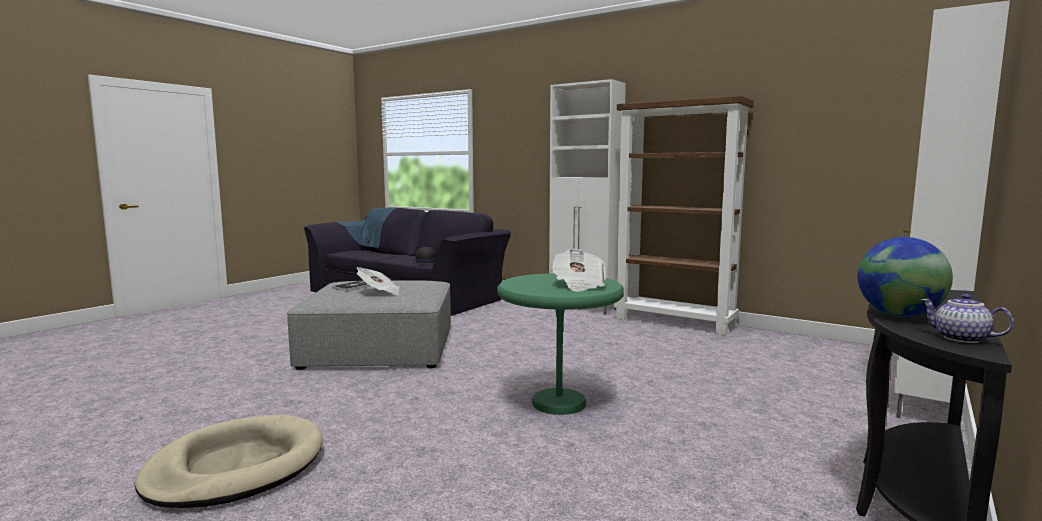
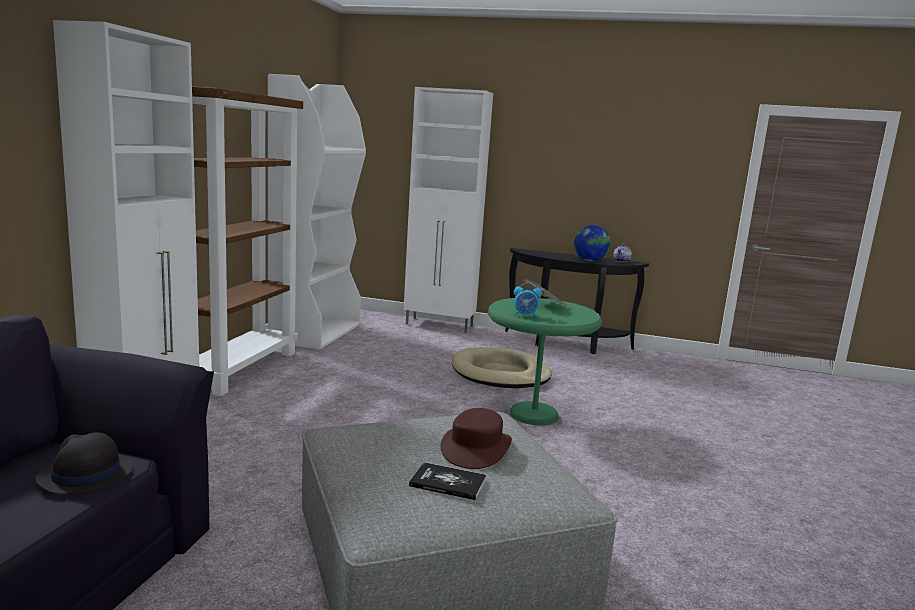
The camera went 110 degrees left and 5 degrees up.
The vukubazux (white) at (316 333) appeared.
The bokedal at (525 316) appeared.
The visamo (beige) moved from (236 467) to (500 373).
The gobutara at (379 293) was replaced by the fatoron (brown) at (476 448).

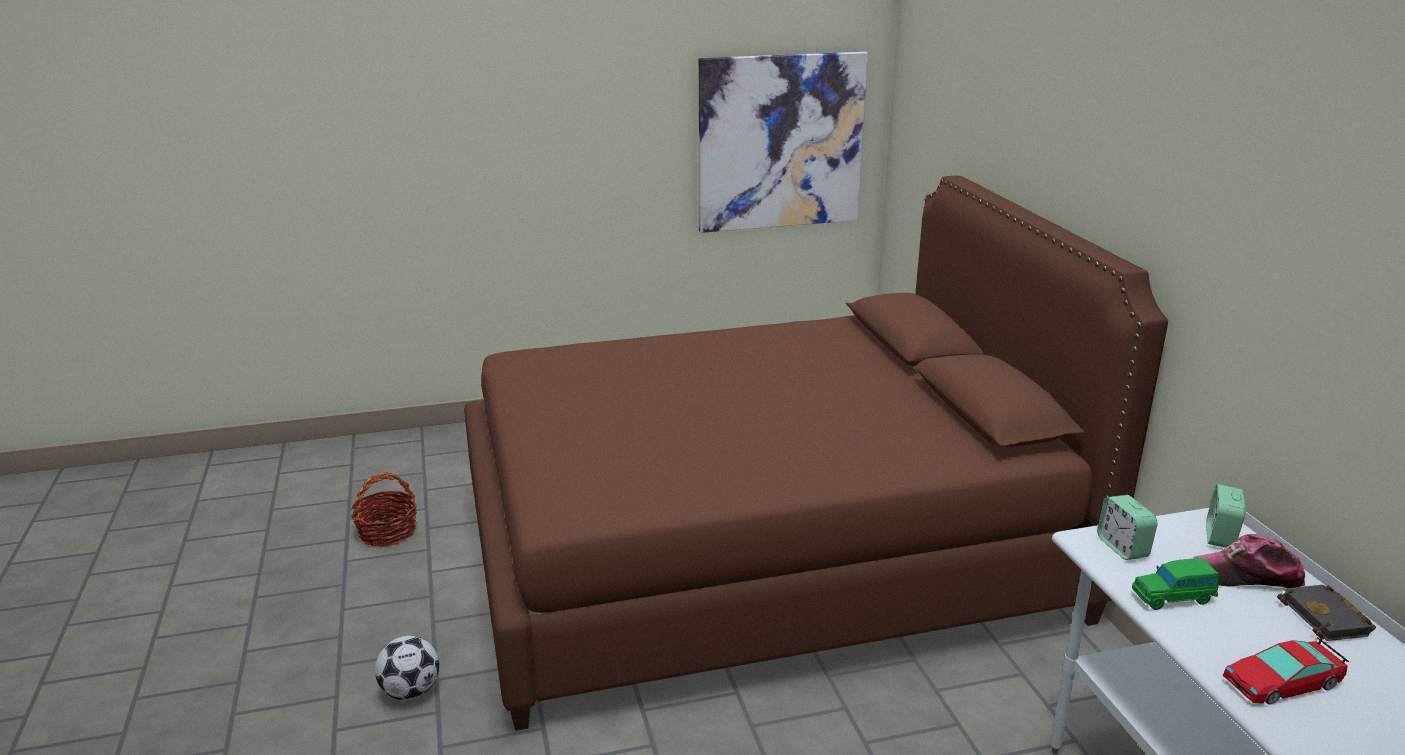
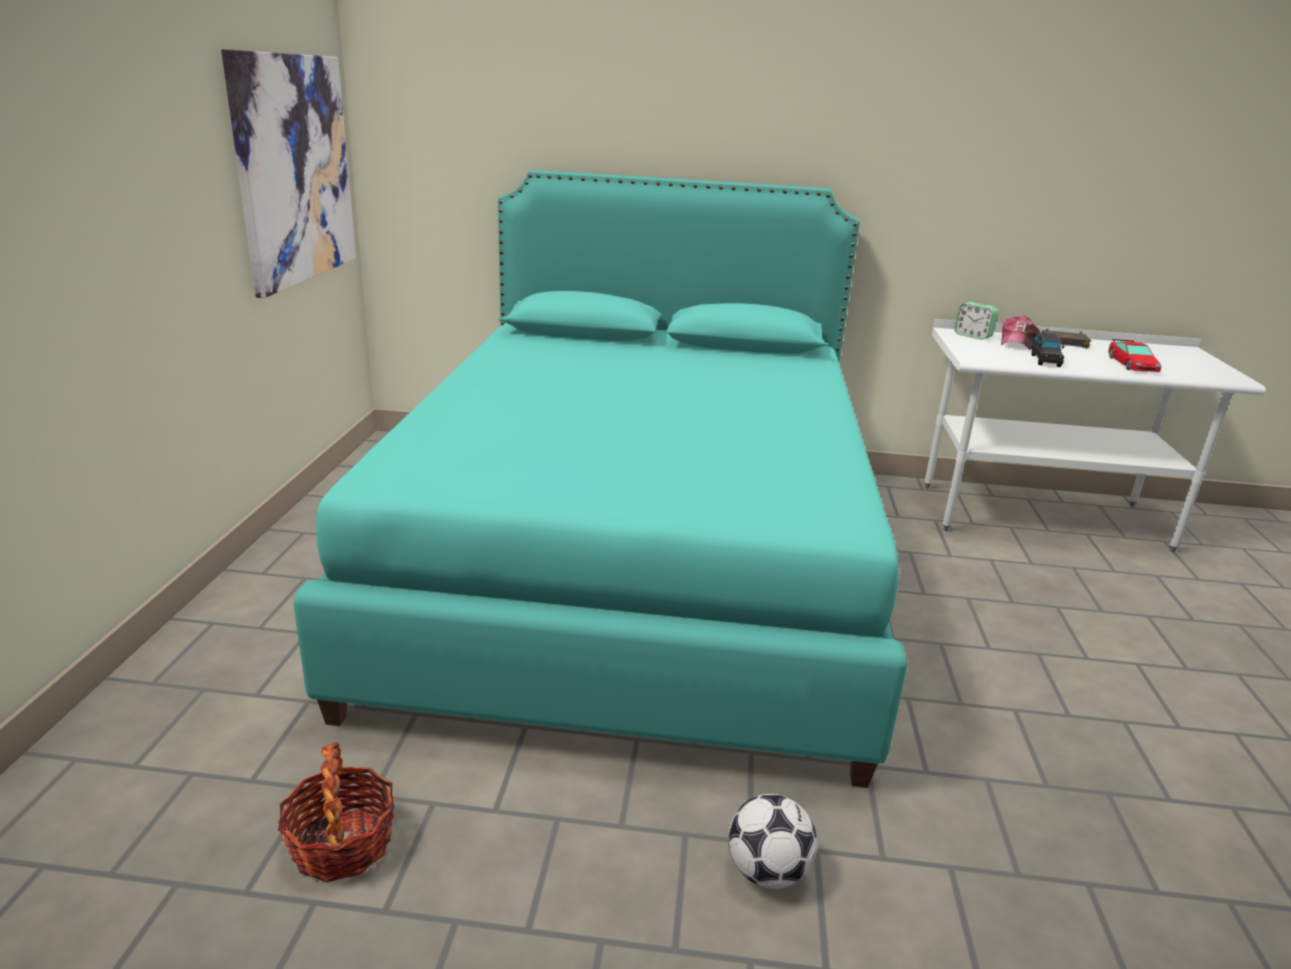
The camera went 70 degrees left and 0 degrees up.
The bokedal at (1122 547) disappeared.
The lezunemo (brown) at (759 551) became the lezunemo (turquoise) at (635 565).
The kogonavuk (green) at (1174 597) became the kogonavuk (black) at (1045 360).

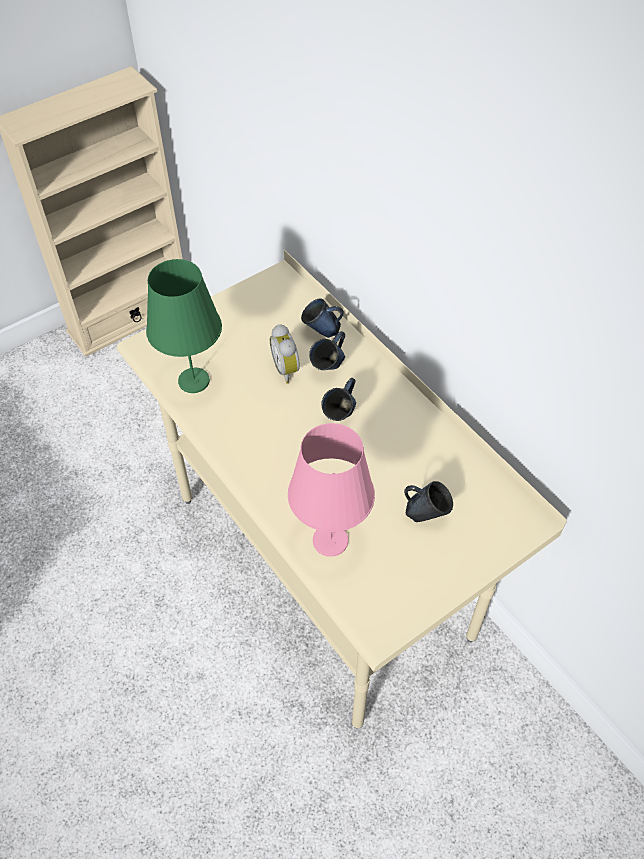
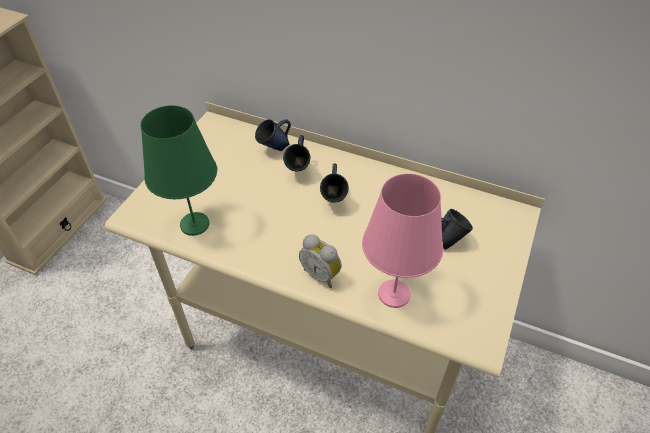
The camera went 30 degrees left and 5 degrees down.
The bokedal moved from (287 369) to (321 274).

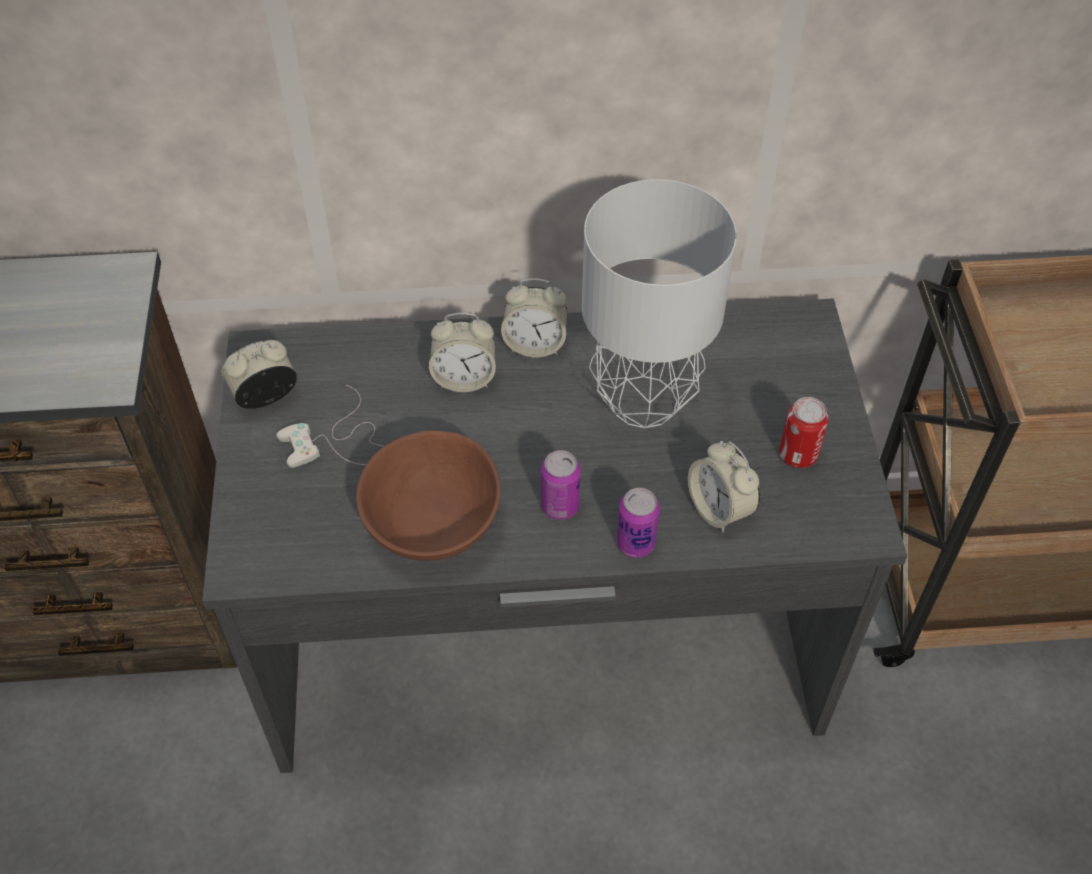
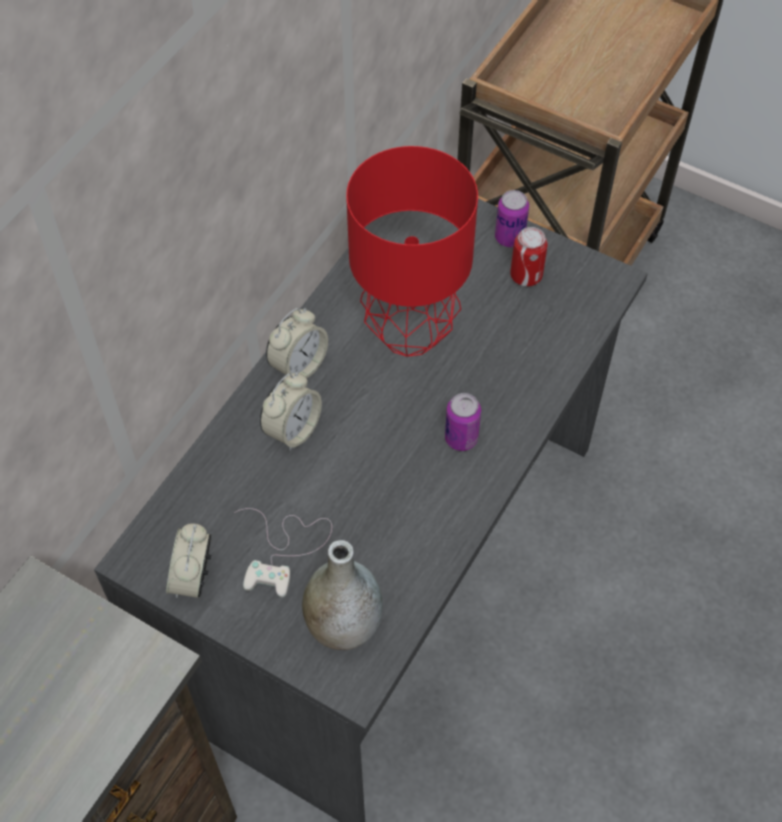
The camera went 55 degrees left and 5 degrees up.
The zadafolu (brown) at (431 520) disappeared.
The bokedal at (719 509) disappeared.
The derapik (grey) at (344 625) appeared.
The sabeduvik moved from (635 543) to (509 238).
The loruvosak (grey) at (645 403) became the loruvosak (red) at (412 332).

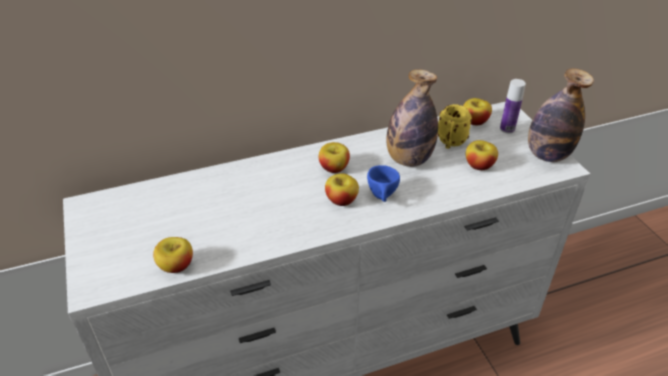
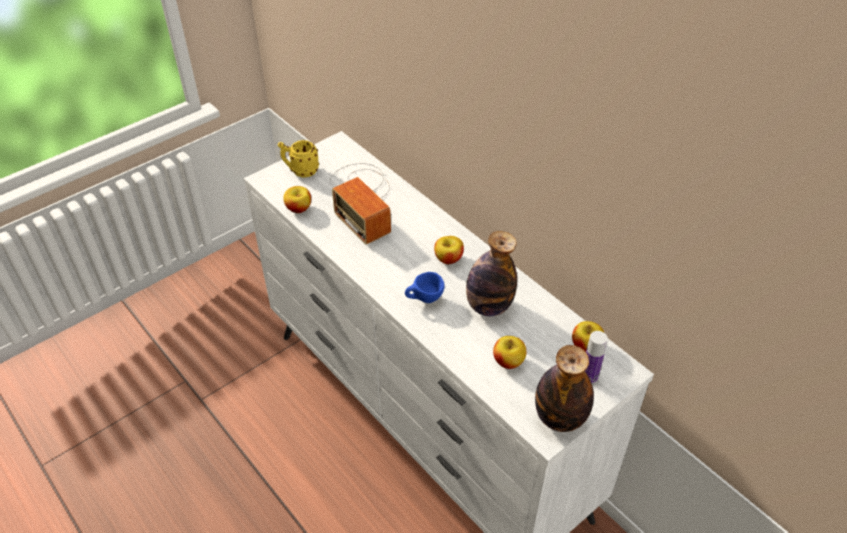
The camera went 70 degrees right and 5 degrees up.
The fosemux at (341 200) disappeared.
The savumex at (363 199) appeared.
The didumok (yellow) moved from (450 143) to (300 171).

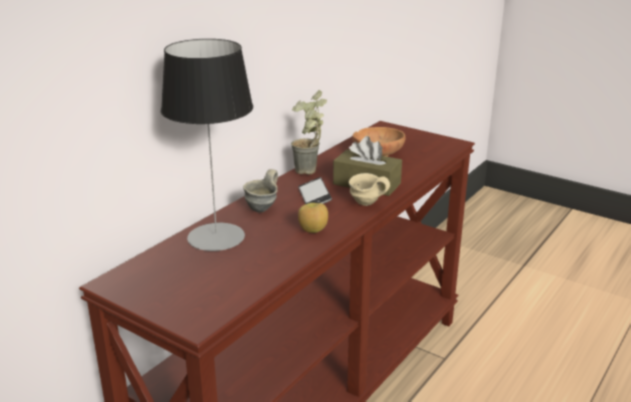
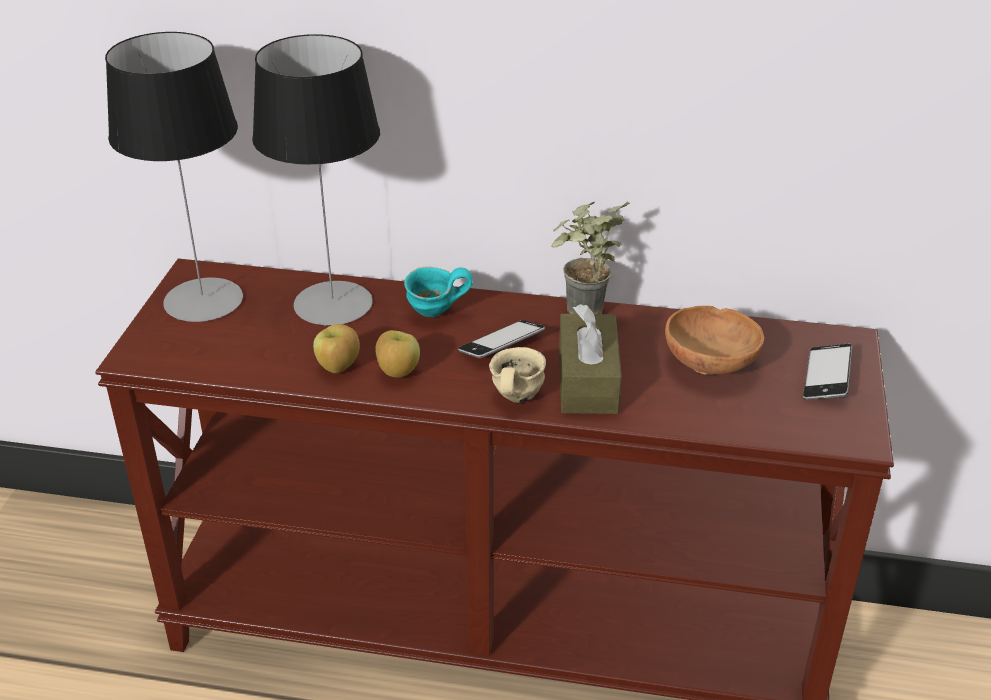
The camera went 65 degrees right and 10 degrees up.
The loruvosak at (203 300) appeared.
The fosemux at (338 367) appeared.
The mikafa at (826 378) appeared.
The didumok (grey) at (264 208) became the didumok (turquoise) at (436 314).

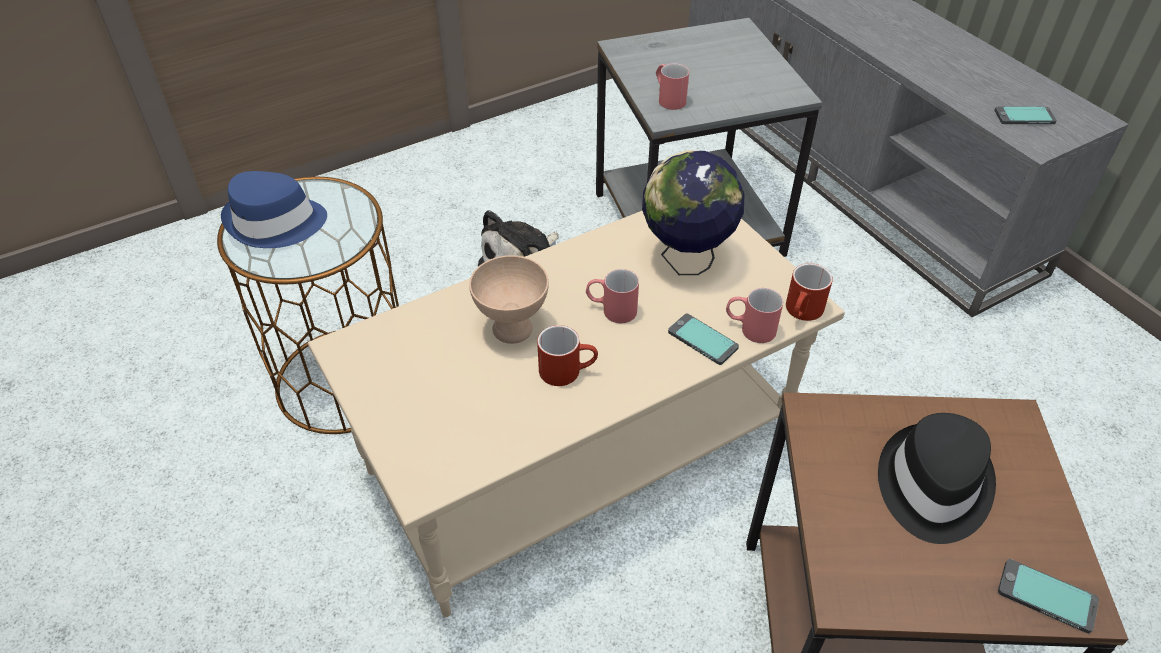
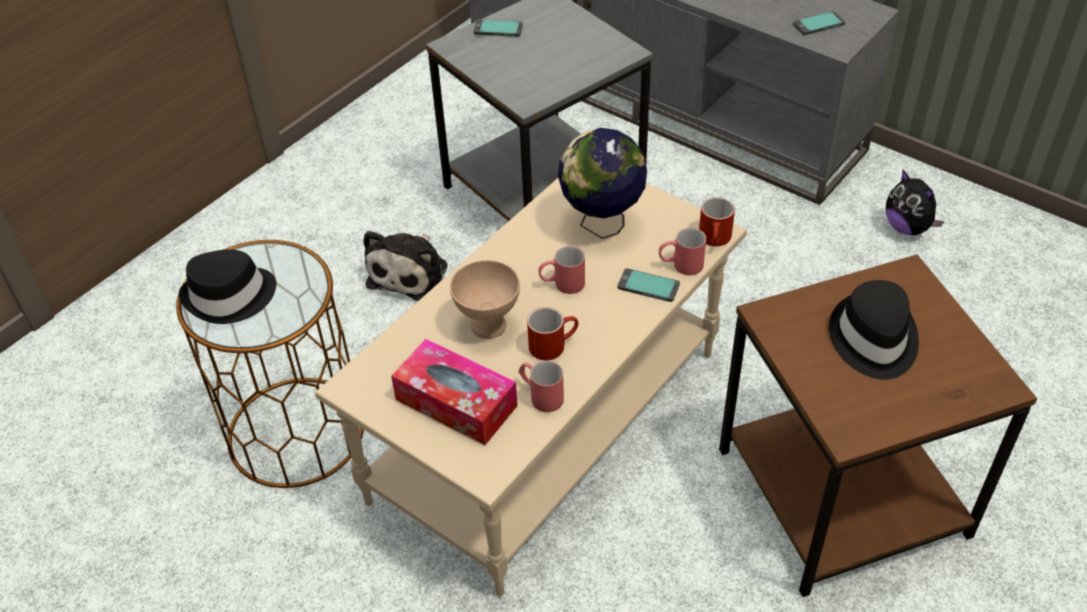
The camera went 20 degrees left and 0 degrees up.
The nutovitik at (456 402) appeared.
The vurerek at (907 227) appeared.
The didumok (red) moved from (668 98) to (540 395).
The mikafa moved from (1046 597) to (498 29).
The fatoron (blue) at (275 223) became the fatoron (black) at (230 297).

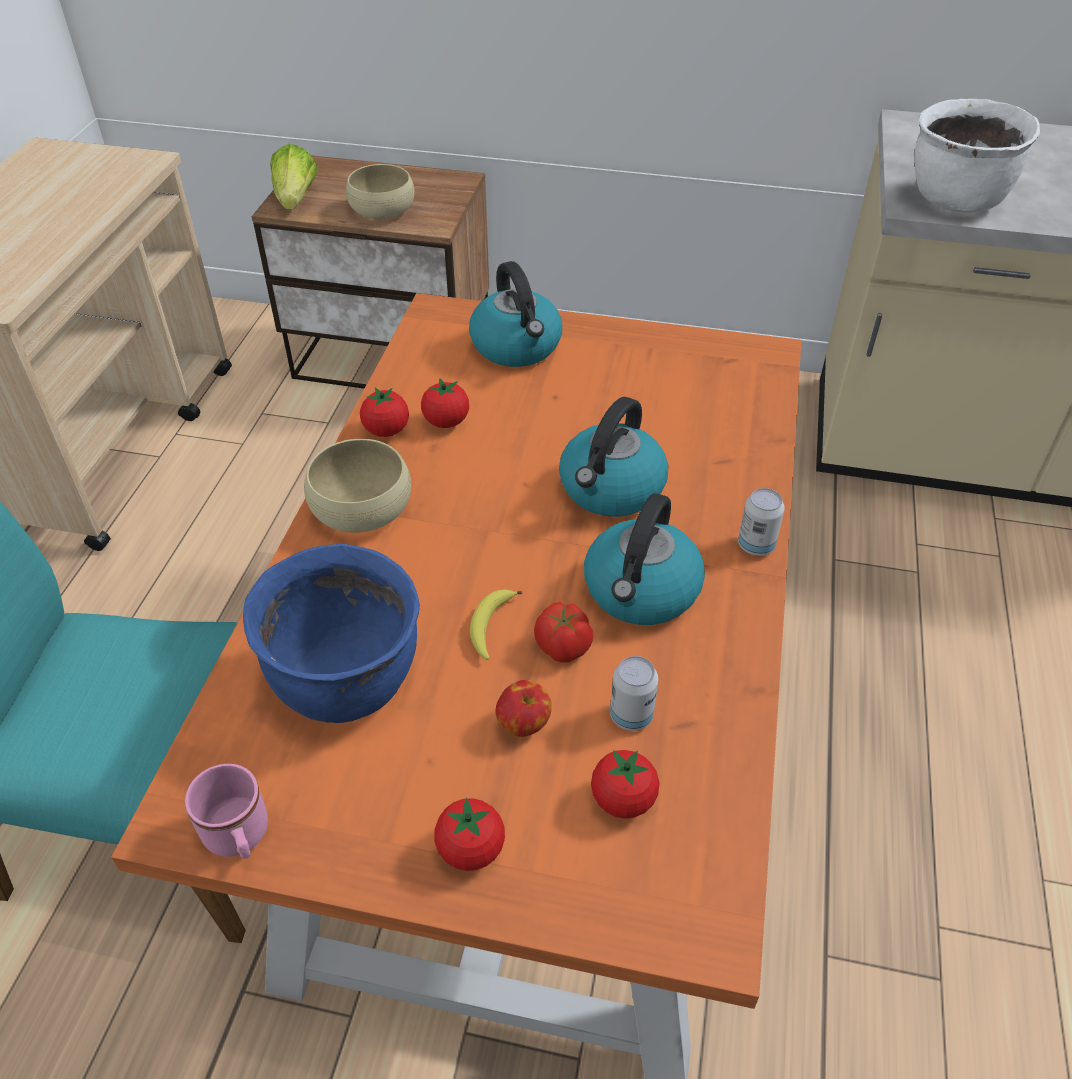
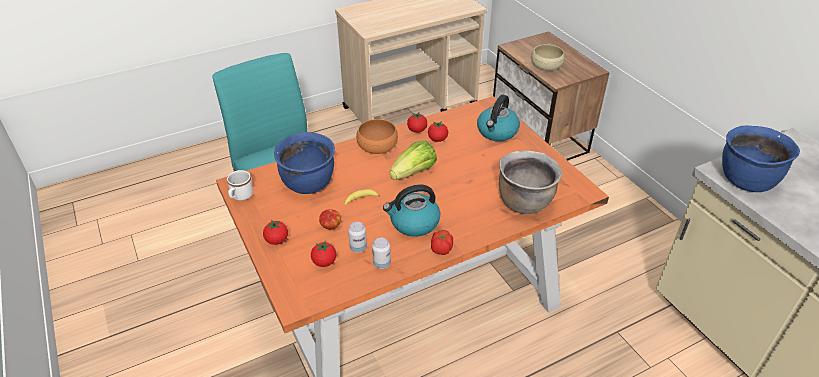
The camera went 50 degrees right and 5 degrees down.
The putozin at (611 489) disappeared.
The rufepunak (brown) at (524 202) appeared.
The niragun moved from (296 200) to (414 173).
The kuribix moved from (563 648) to (441 249).
The sabeduvik moved from (756 545) to (381 264).
The didumok (pink) at (239 838) became the didumok (white) at (240 196).
The zadafolu (beige) at (361 508) became the zadafolu (orange) at (377 146).
The rufepunak (white) at (955 201) became the rufepunak (blue) at (745 181).

